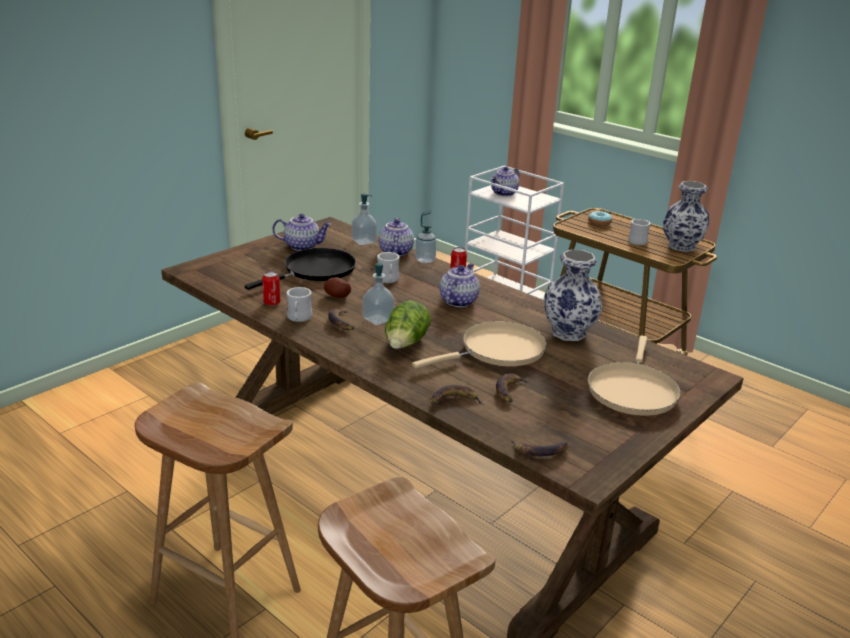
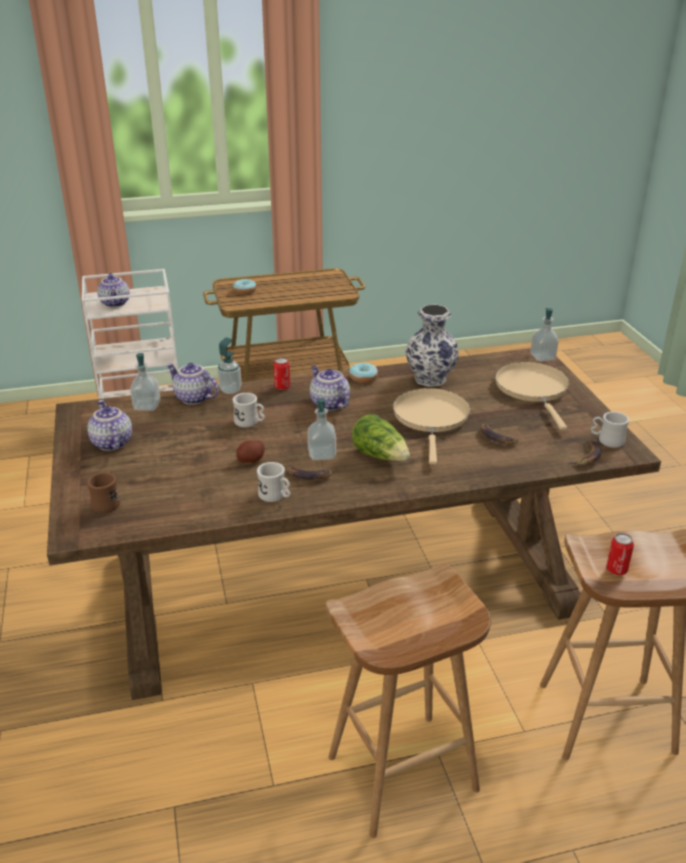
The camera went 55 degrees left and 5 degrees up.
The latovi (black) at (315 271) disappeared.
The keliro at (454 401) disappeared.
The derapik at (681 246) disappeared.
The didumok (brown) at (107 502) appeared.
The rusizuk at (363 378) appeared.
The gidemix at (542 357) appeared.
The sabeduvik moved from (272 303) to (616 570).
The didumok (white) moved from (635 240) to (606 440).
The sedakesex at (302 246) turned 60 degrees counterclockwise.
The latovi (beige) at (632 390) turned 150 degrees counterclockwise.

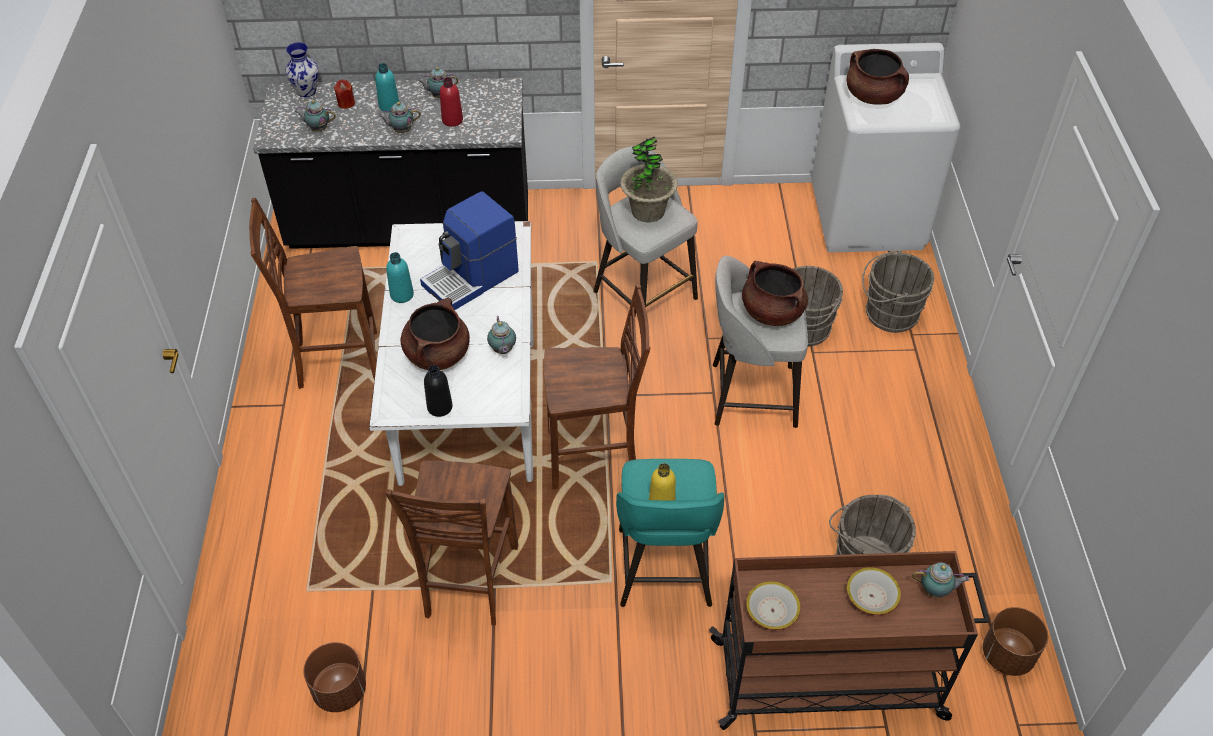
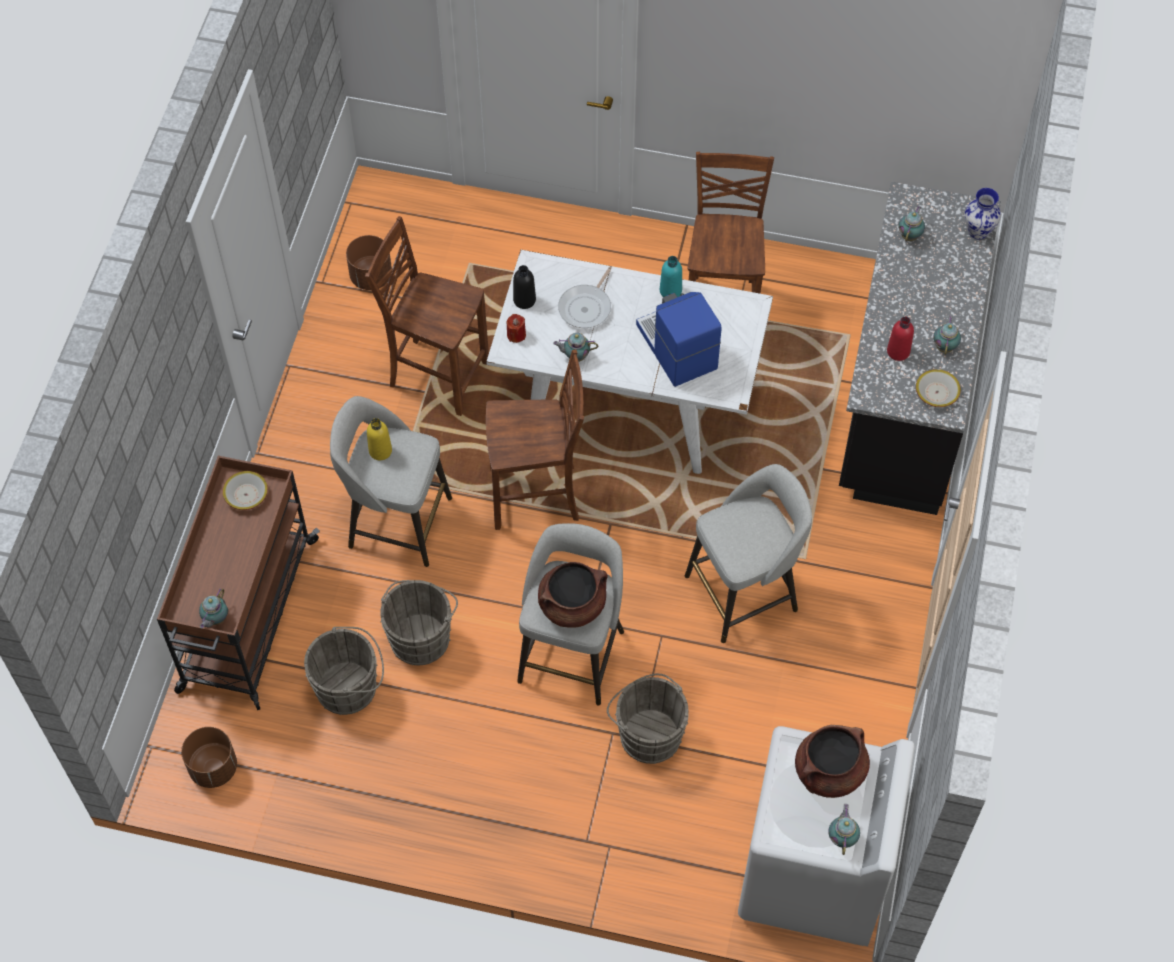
The camera went 105 degrees right and 10 degrees up.
The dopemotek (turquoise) at (389 106) disappeared.
The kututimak at (647 211) disappeared.
The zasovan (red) moved from (346 103) to (516 335).
The sedakesex moved from (401 130) to (842 837).
The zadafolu moved from (871 596) to (937 392).
The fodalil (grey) moved from (888 314) to (421 636).
The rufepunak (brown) at (437 354) was replaced by the latovi at (586 307).
The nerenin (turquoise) at (664 570) became the nerenin (grey) at (396 521).
The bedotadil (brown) at (595 458) turned 105 degrees counterclockwise.

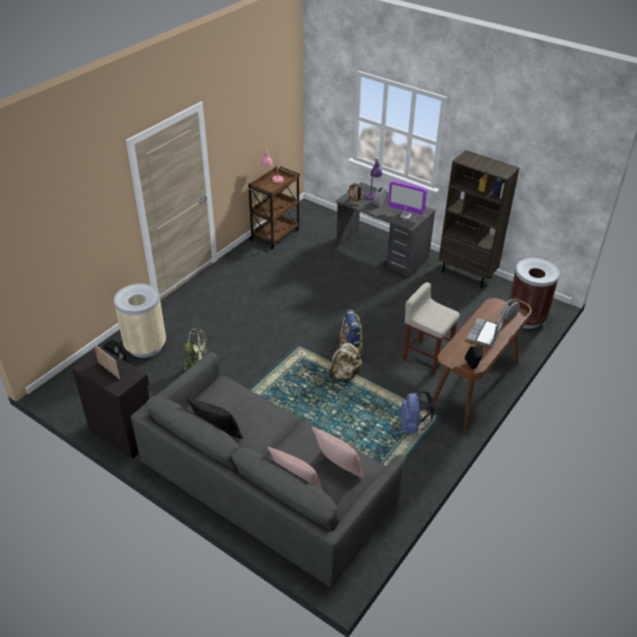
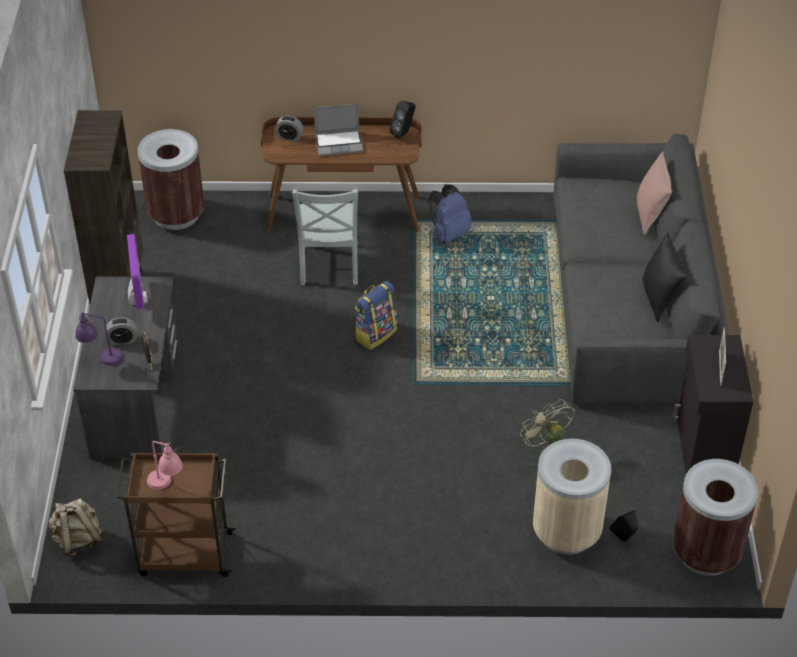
The camera went 125 degrees left and 5 degrees up.
The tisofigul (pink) at (337 467) disappeared.
The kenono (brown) at (706 553) appeared.
The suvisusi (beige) moved from (344 374) to (78 541).
The nerenin (beige) at (426 357) was replaced by the bedotadil (grey) at (329 266).

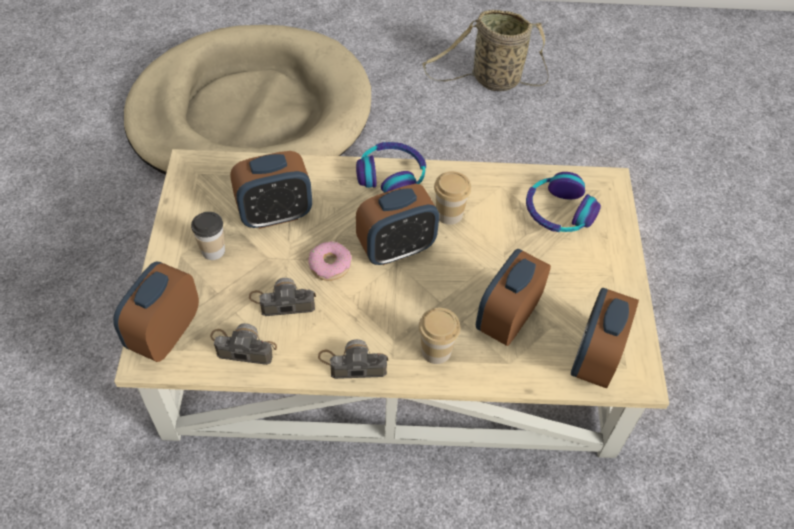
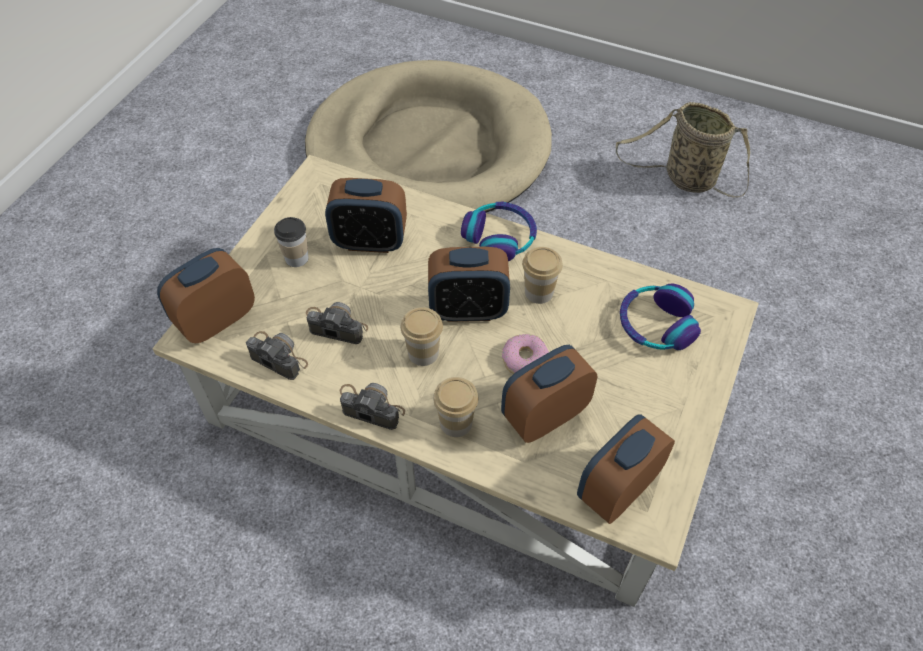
The camera went 25 degrees right and 0 degrees up.
The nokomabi at (423 353) appeared.
The rusizuk moved from (330 265) to (525 360).

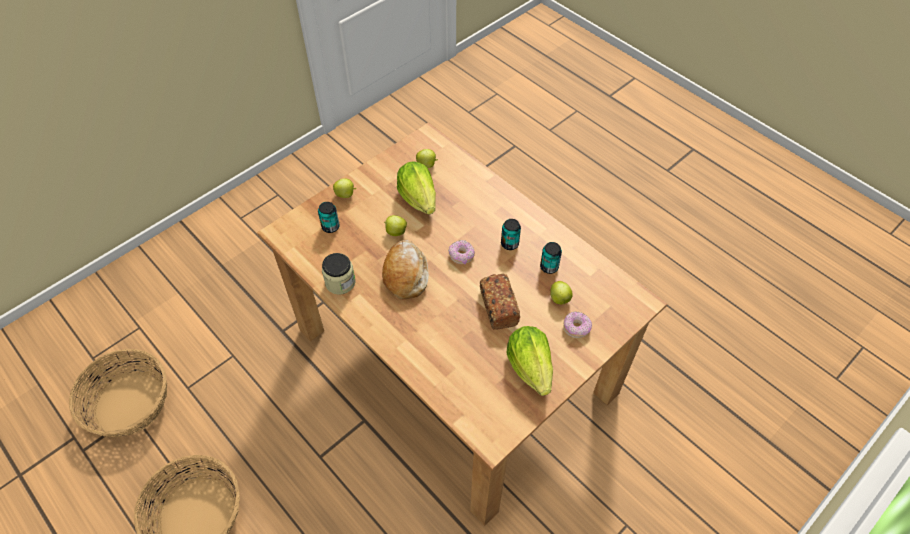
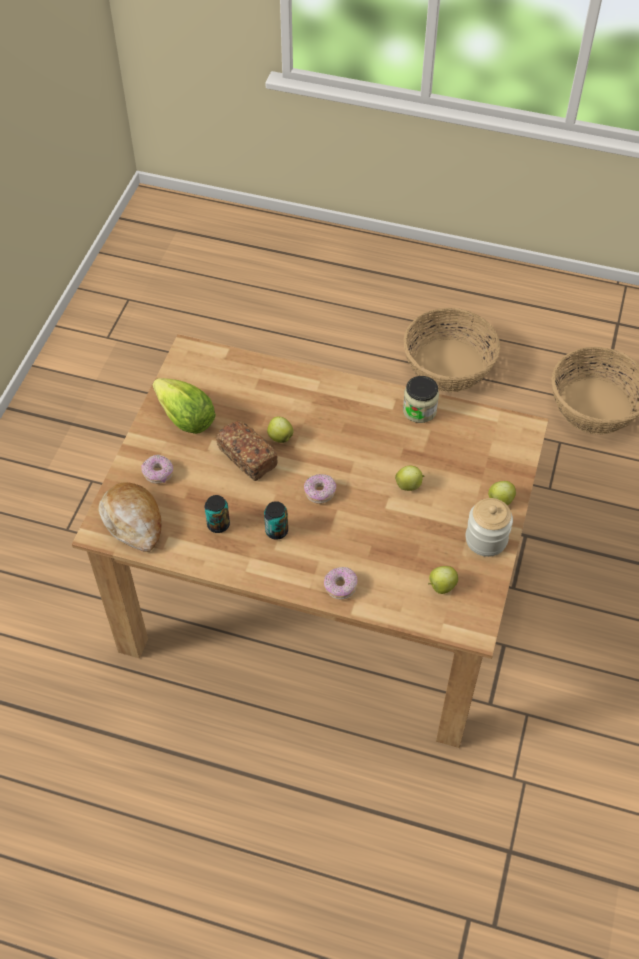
The camera went 150 degrees right and 0 degrees up.
The sabeduvik at (330 227) disappeared.
The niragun at (418 198) disappeared.
The rusizuk at (340 587) appeared.
The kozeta at (486 539) appeared.
The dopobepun moved from (405 274) to (133 521).
The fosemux moved from (560 299) to (280 437).

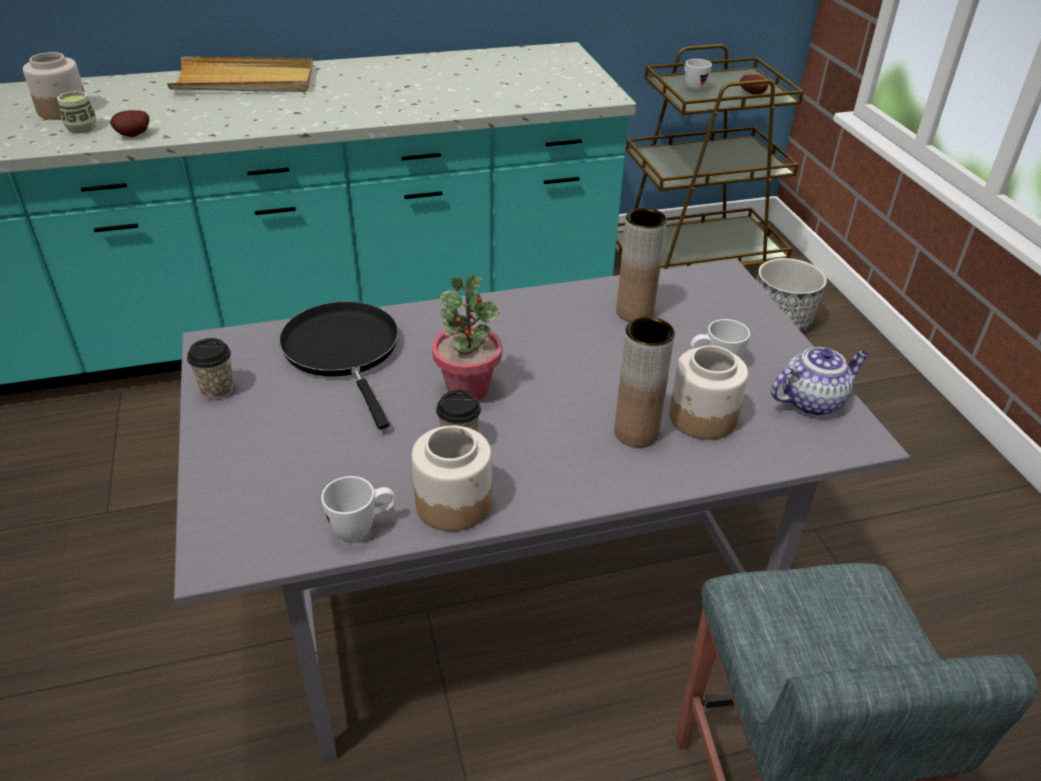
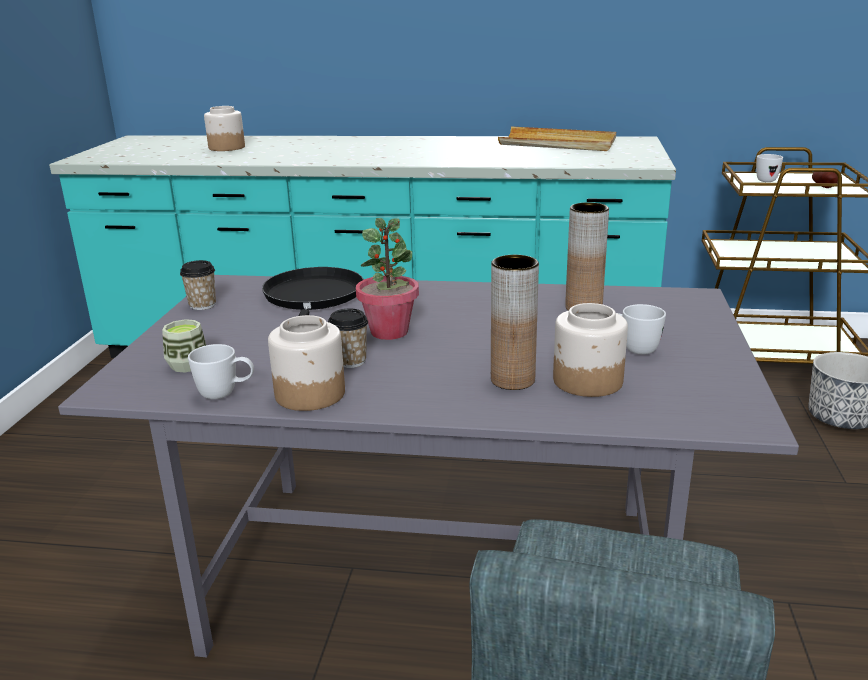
The camera went 25 degrees right and 15 degrees down.
The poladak at (135 136) disappeared.
The sedakesex at (812 401) disappeared.
The nokomabi moved from (82 128) to (187 365).
The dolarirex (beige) moved from (245 81) to (558 144).

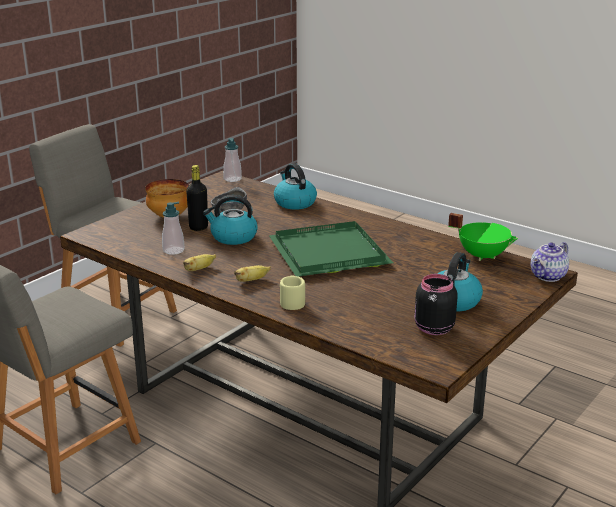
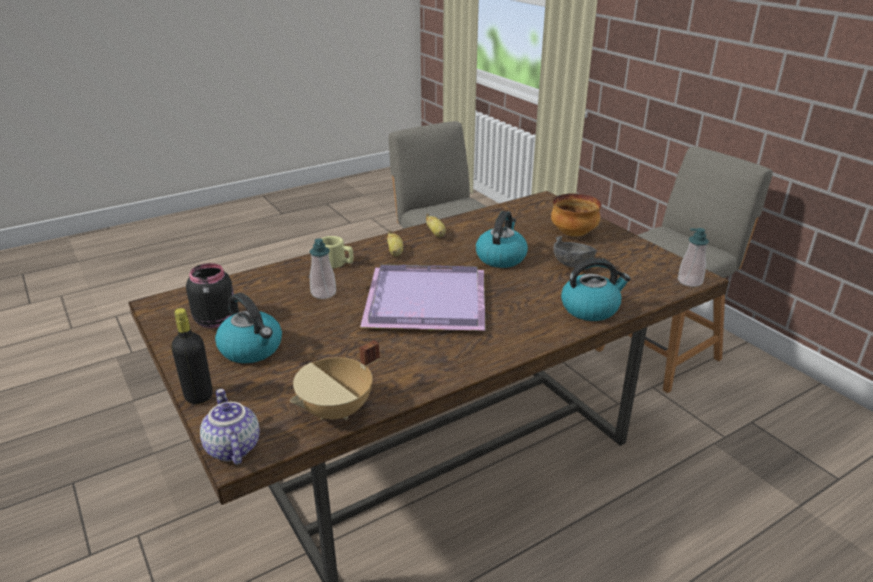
The camera went 110 degrees right and 5 degrees up.
The gidemix moved from (173 250) to (323 293).
The dopemotek (black) moved from (198 227) to (198 396).
The dolarirex (green) at (331 253) became the dolarirex (purple) at (423 302).
The rufepunak (green) at (482 255) became the rufepunak (beige) at (337 411).

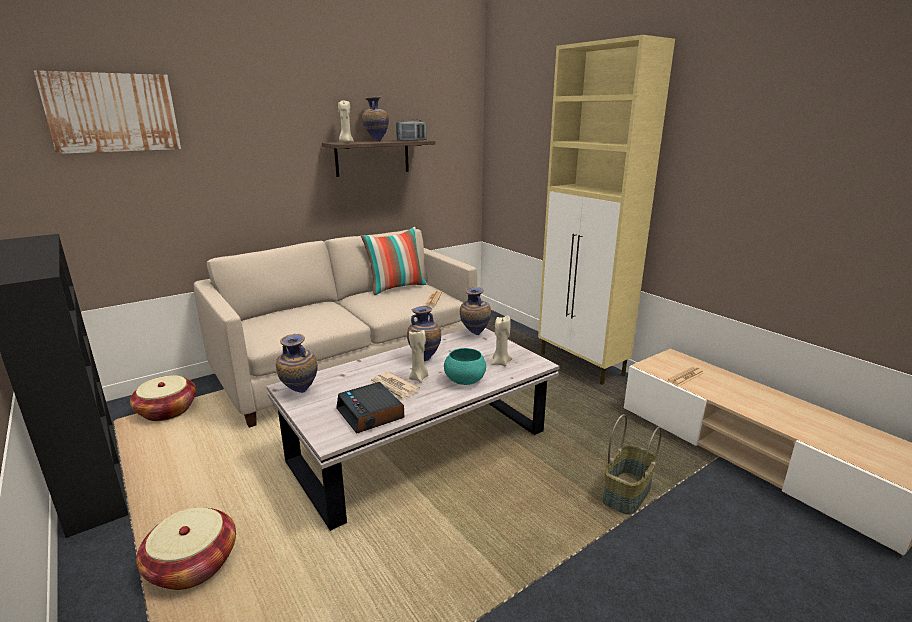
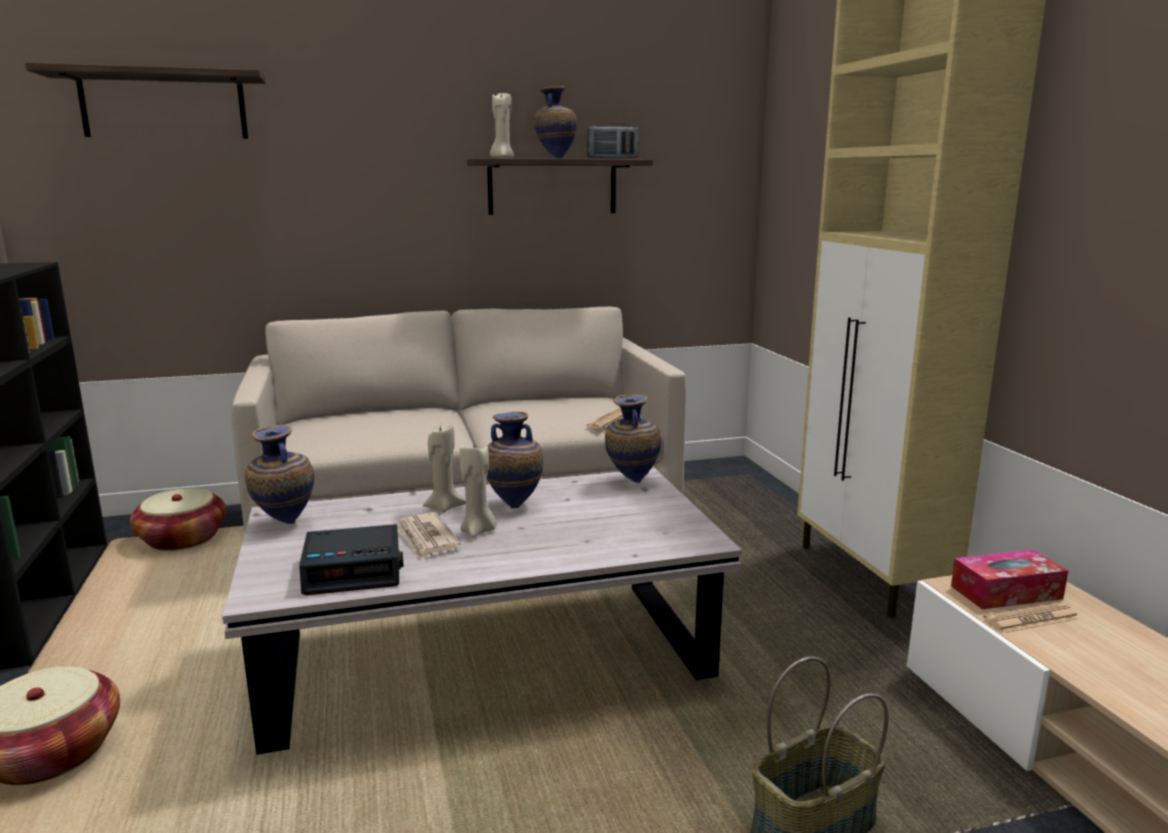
The camera went 20 degrees right and 5 degrees down.
The tisofigul at (396 288) disappeared.
The zadafolu (turquoise) at (465 381) disappeared.
The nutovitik at (1006 592) appeared.
The zasovan (beige) moved from (500 363) to (444 507).
The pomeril at (113 113) was replaced by the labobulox at (164 106).
The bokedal at (371 414) turned 90 degrees counterclockwise.

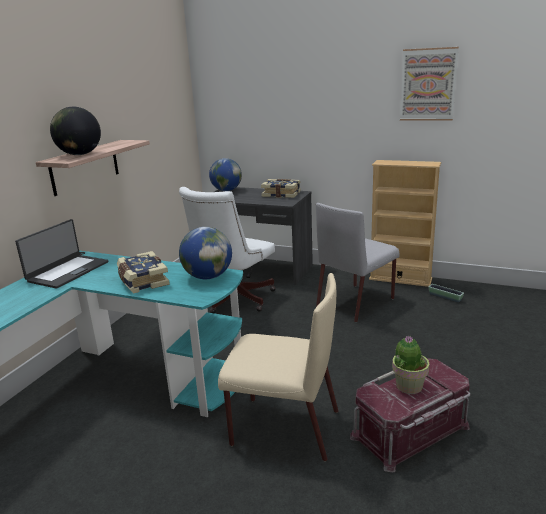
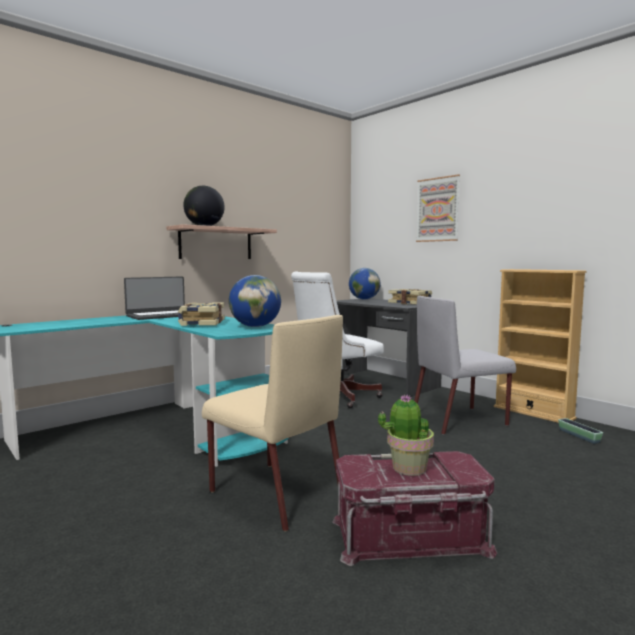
The camera went 25 degrees right and 15 degrees down.
The pomeril moved from (428 84) to (438 209).

